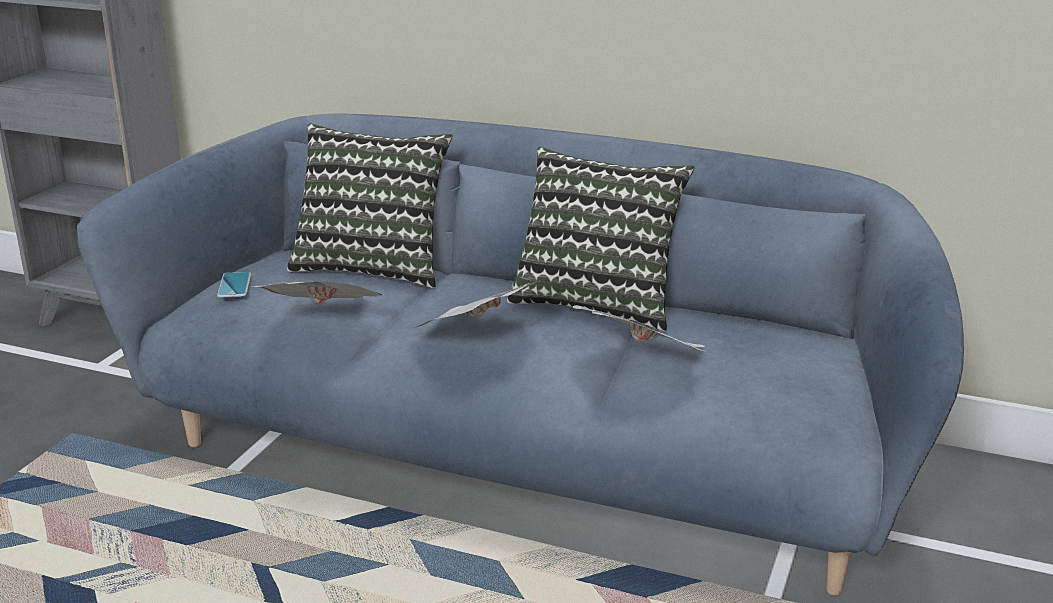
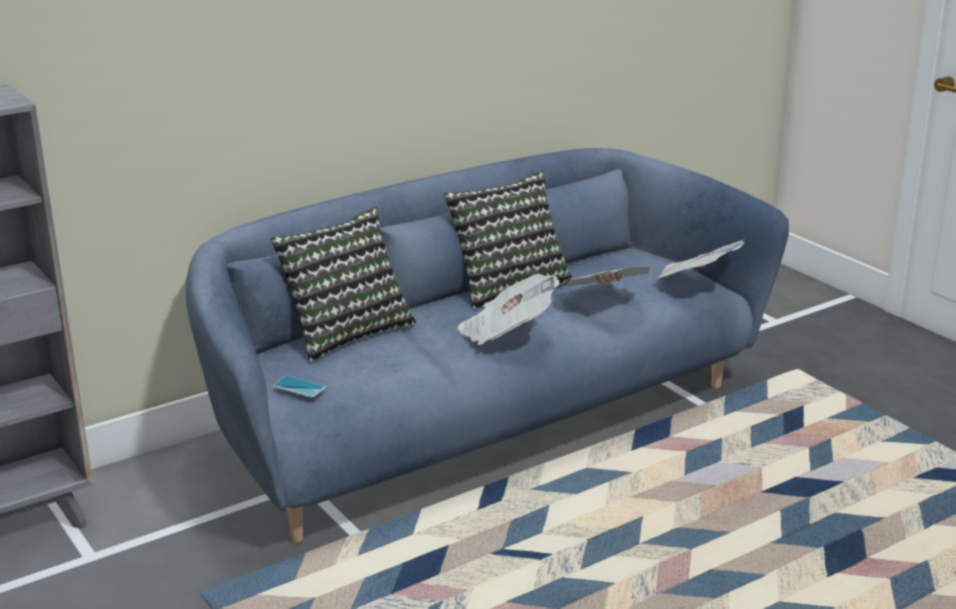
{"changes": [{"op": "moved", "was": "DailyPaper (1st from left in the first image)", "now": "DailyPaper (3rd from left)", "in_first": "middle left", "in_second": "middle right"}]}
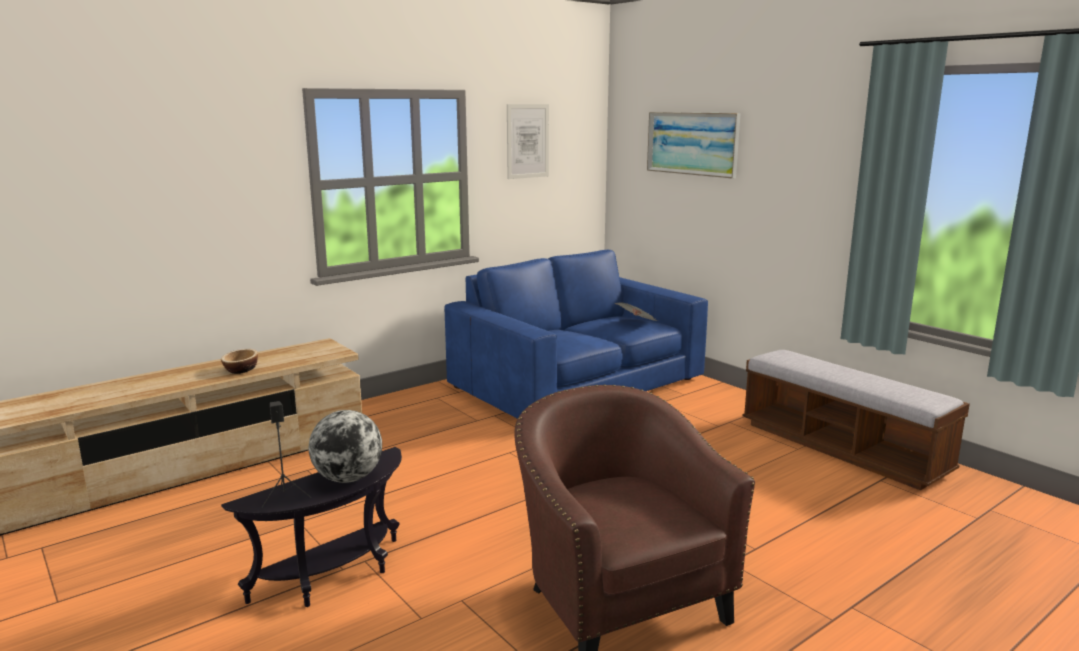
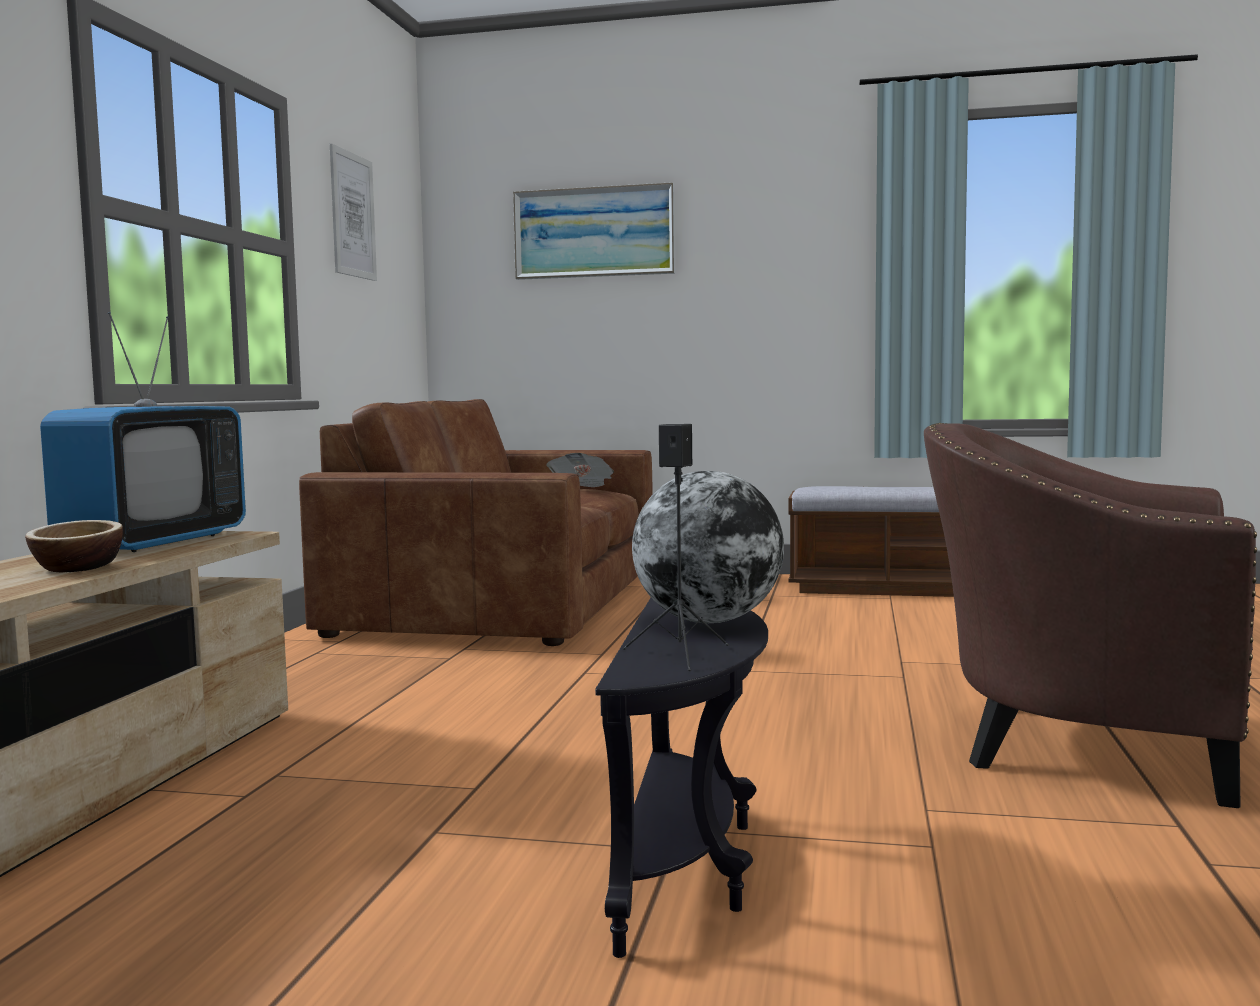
{"changes": [{"op": "recoloured", "was": "BlueCouch", "now": "BrownColouredCouch", "in_first": "centre", "in_second": "centre"}, {"op": "added", "now": "Television", "in_second": "middle left"}]}
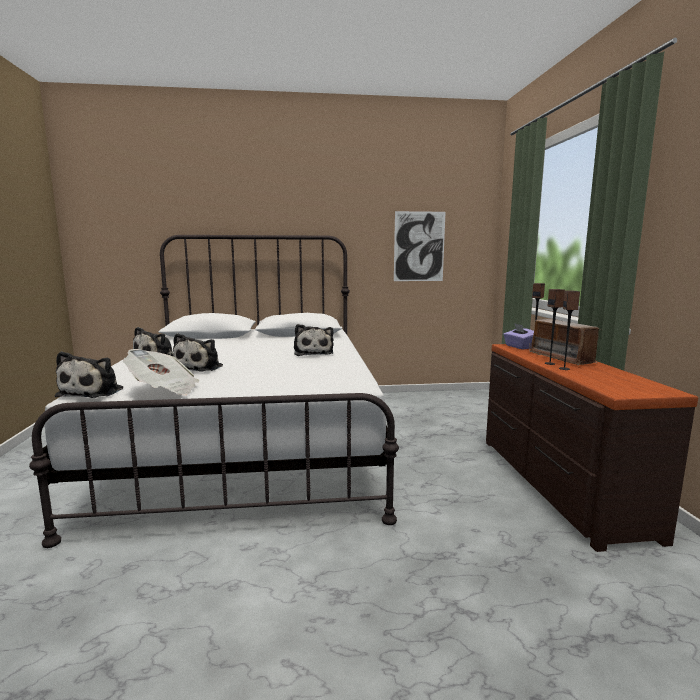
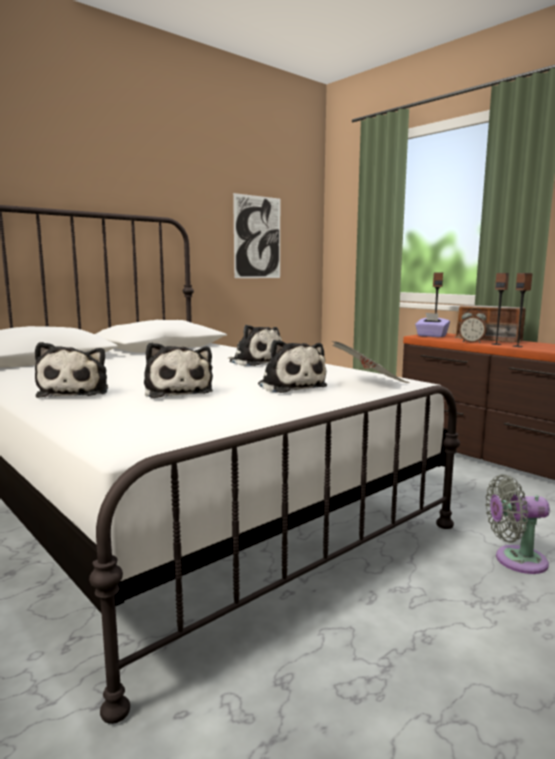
{"changes": [{"op": "moved", "was": "CuddlyToy (1st from left in the first image)", "now": "CuddlyToy (4th from left)", "in_first": "middle left", "in_second": "centre"}, {"op": "moved", "was": "DailyPaper", "in_first": "middle left", "in_second": "middle right"}, {"op": "added", "now": "BedsideClock", "in_second": "middle right"}, {"op": "added", "now": "GreyishCoolingFan", "in_second": "bottom right"}]}
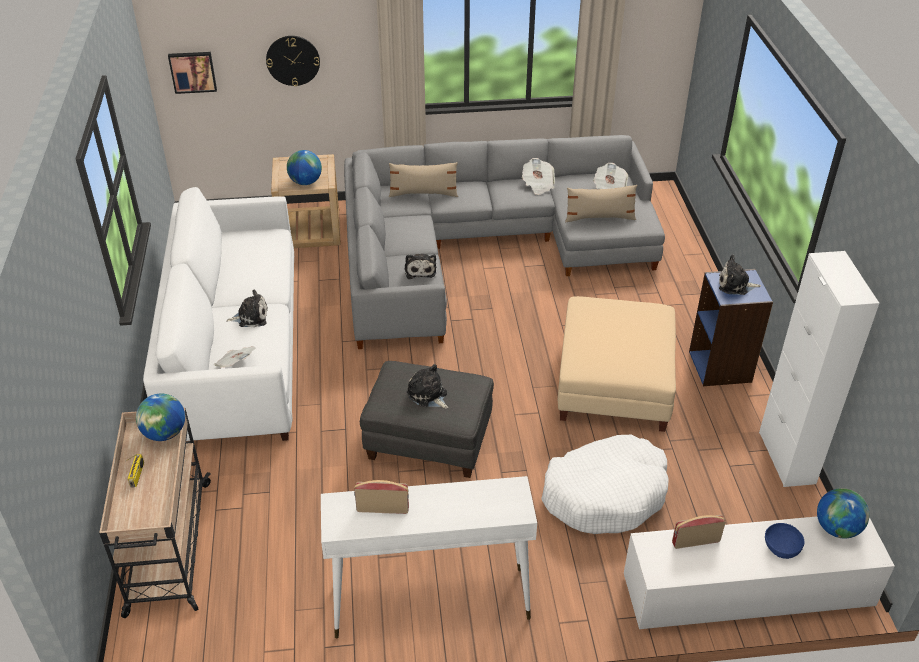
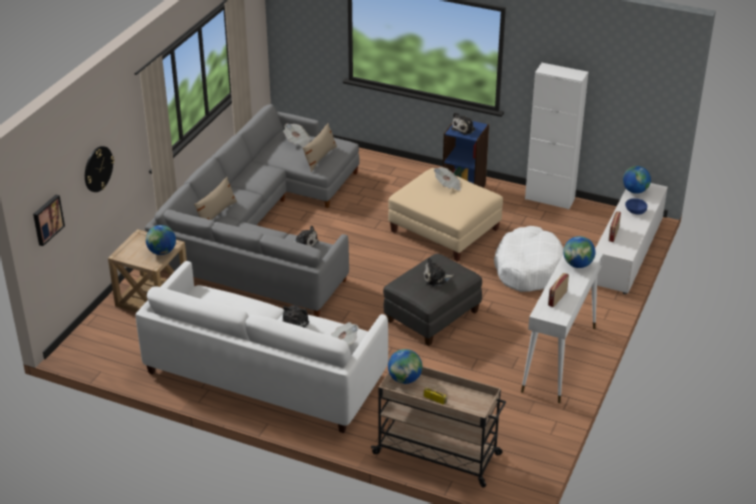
{"changes": [{"op": "moved", "was": "DailyPaper (2nd from left in the first image)", "now": "DailyPaper (3rd from left)", "in_first": "top centre", "in_second": "centre"}, {"op": "added", "now": "DeskGlobe (3rd from left)", "in_second": "middle right"}]}
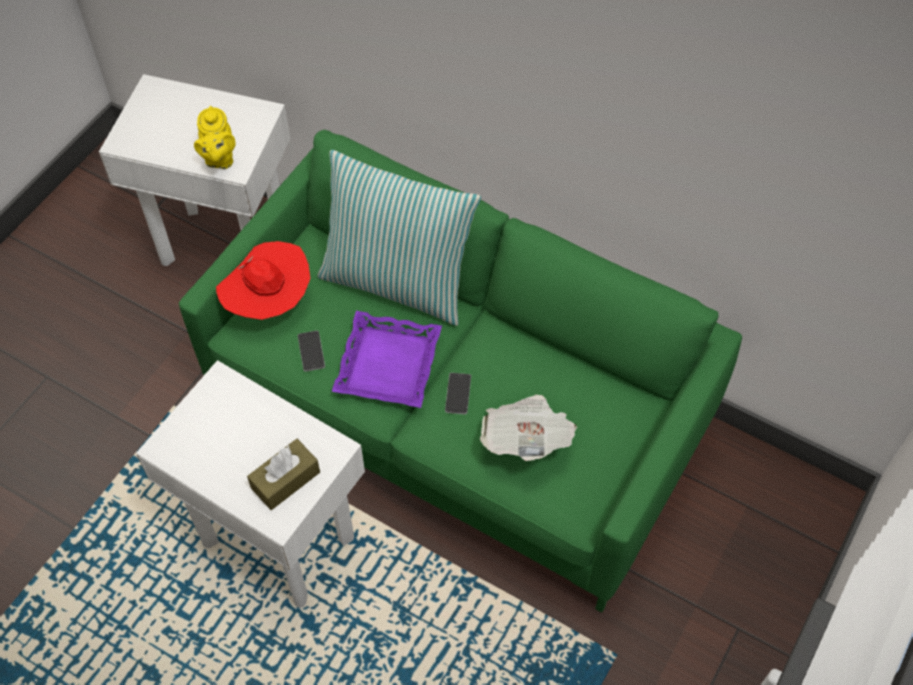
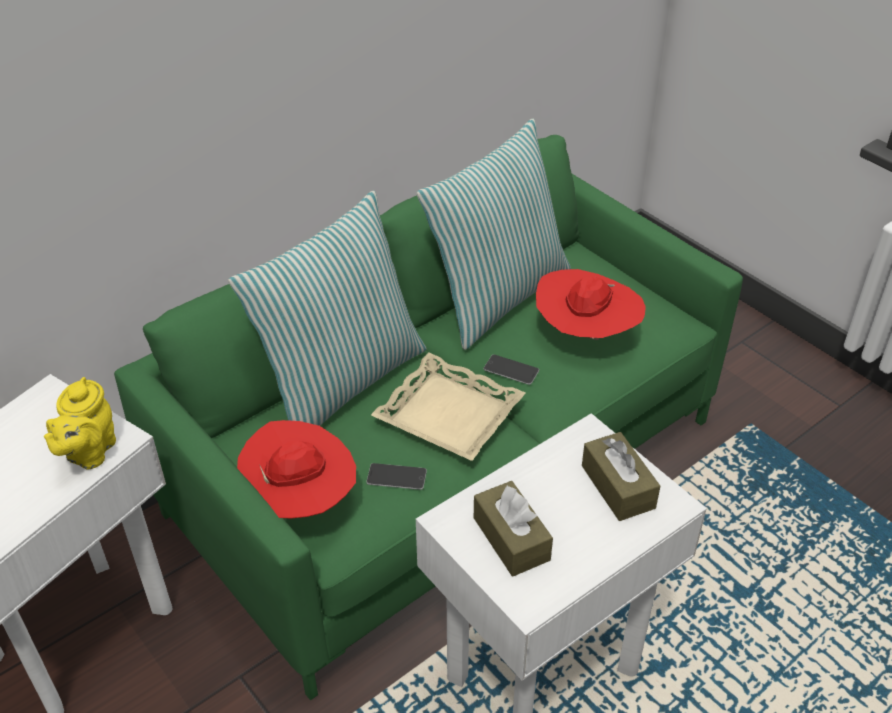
{"changes": [{"op": "turned", "was": "YellowTeaPot", "in_first": "top left", "in_second": "middle left", "clockwise": 90}, {"op": "recoloured", "was": "PurplishServingTray", "now": "SandColouredServingTray", "in_first": "centre", "in_second": "centre"}, {"op": "replaced", "was": "DailyPaper", "now": "RedWearableHat (2nd from left)", "in_first": "centre", "in_second": "centre"}, {"op": "added", "now": "ThrowPillow (2nd from left)", "in_second": "top centre"}, {"op": "added", "now": "BrownColouredBoxOfTissues (1st from left)", "in_second": "bottom centre"}]}
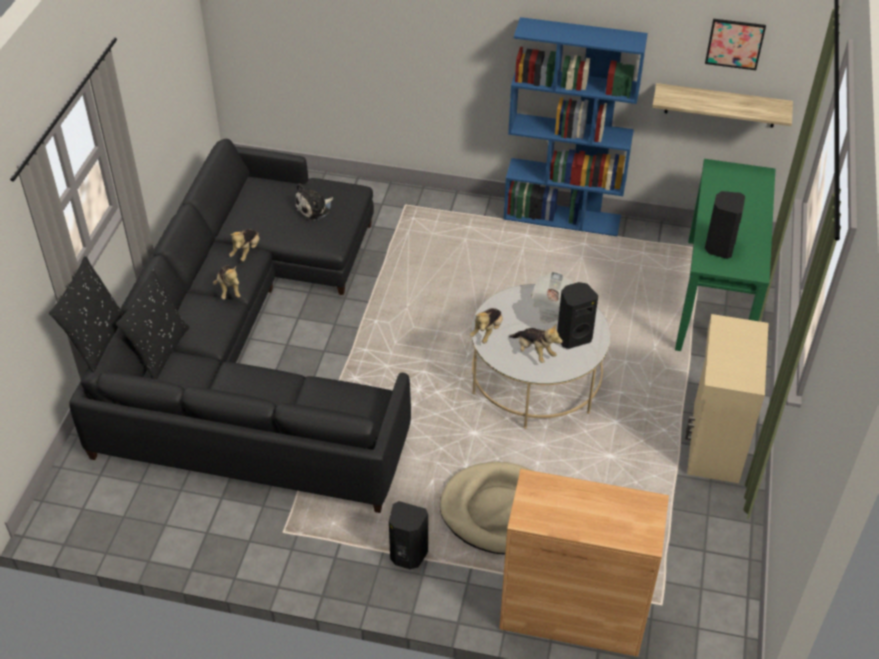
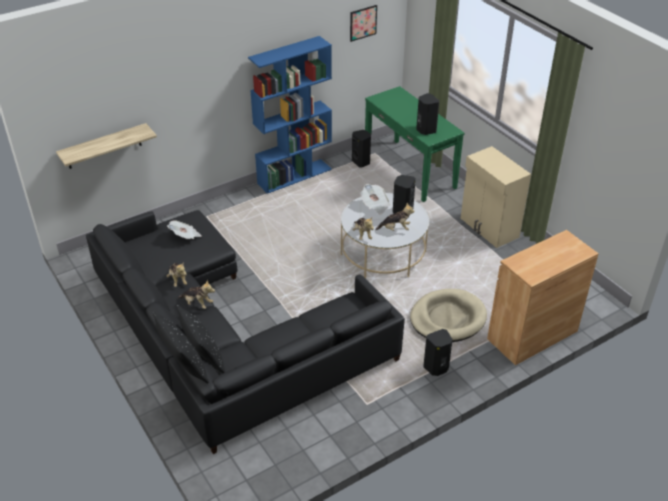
{"changes": [{"op": "replaced", "was": "CuddlyToy (3rd from left)", "now": "DailyPaper (1st from left)", "in_first": "top centre", "in_second": "middle left"}, {"op": "moved", "was": "Shelf", "in_first": "top right", "in_second": "top left"}, {"op": "added", "now": "BlackColouredSpeaker (1st from left)", "in_second": "top centre"}]}
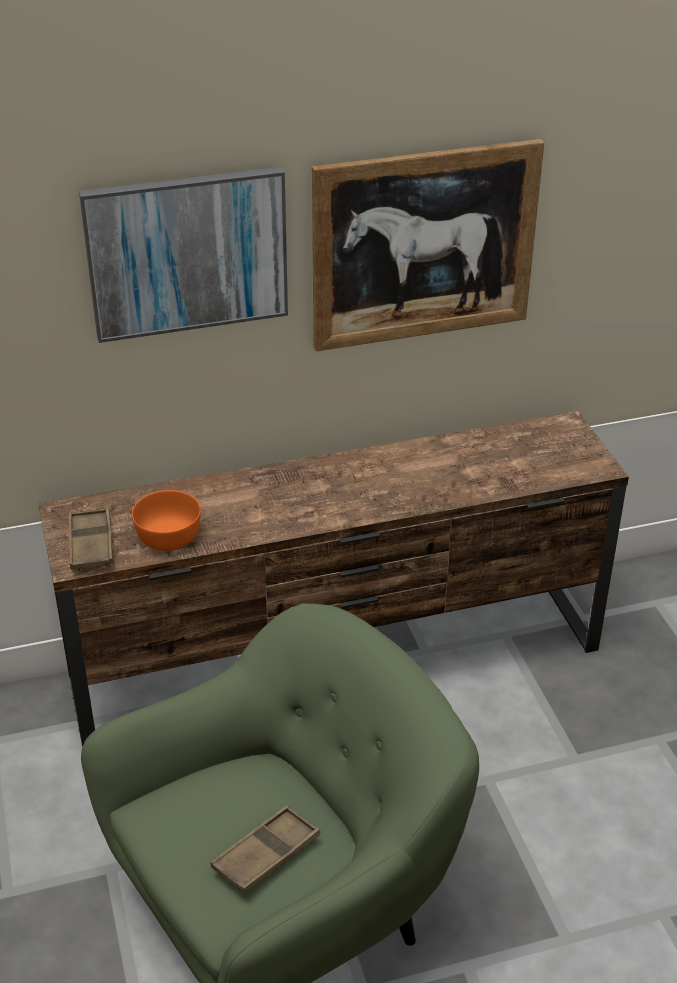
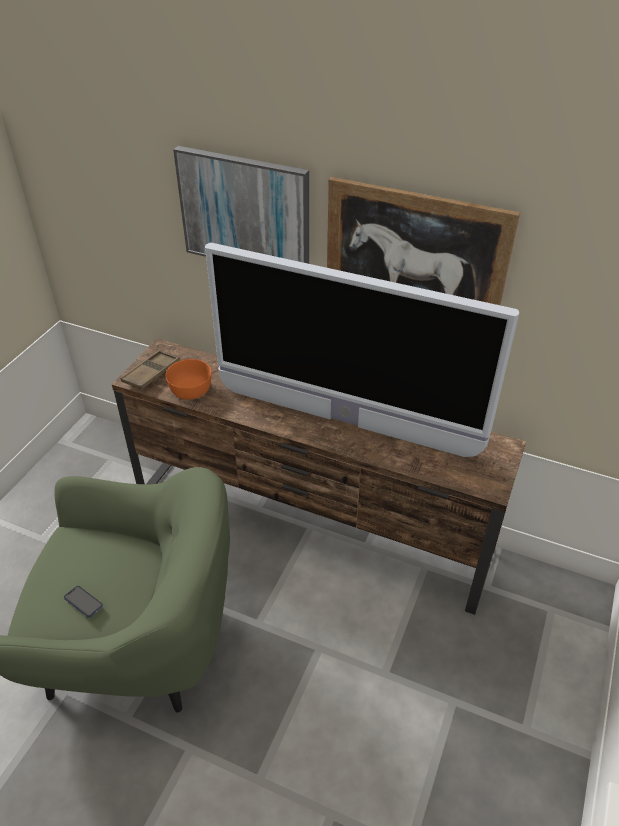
{"changes": [{"op": "replaced", "was": "BrownColouredServingTray (2nd from left)", "now": "Phone", "in_first": "bottom centre", "in_second": "bottom left"}, {"op": "added", "now": "Television", "in_second": "centre"}]}
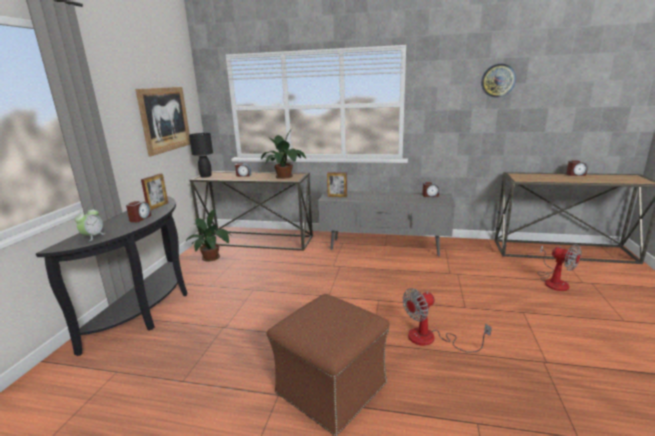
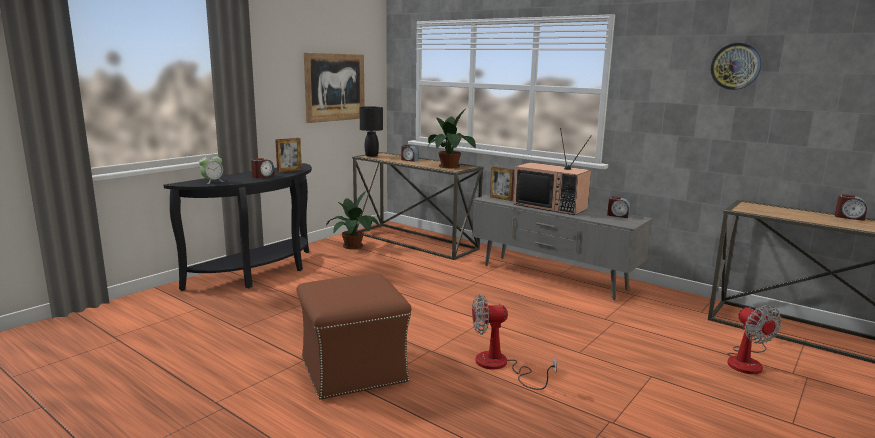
{"changes": [{"op": "added", "now": "Television", "in_second": "centre"}]}
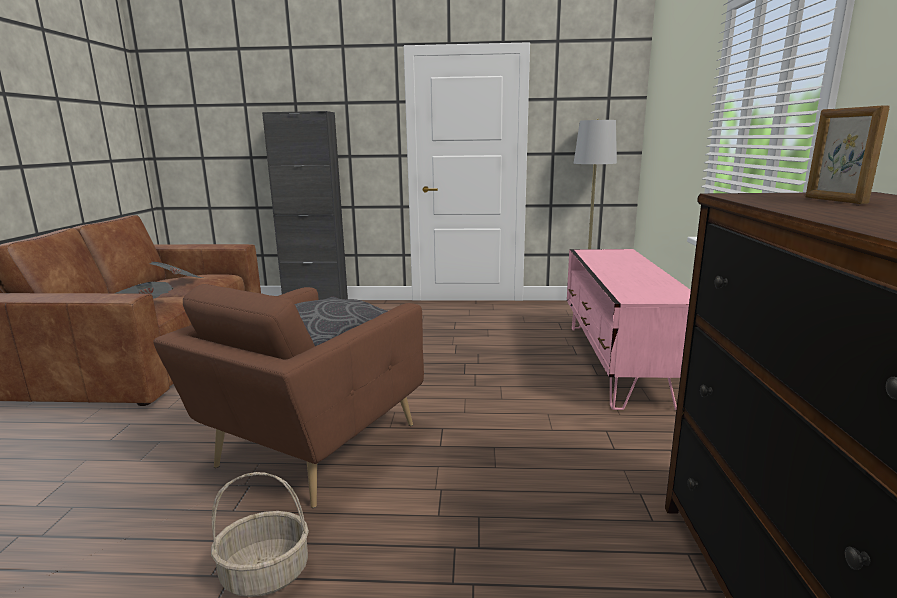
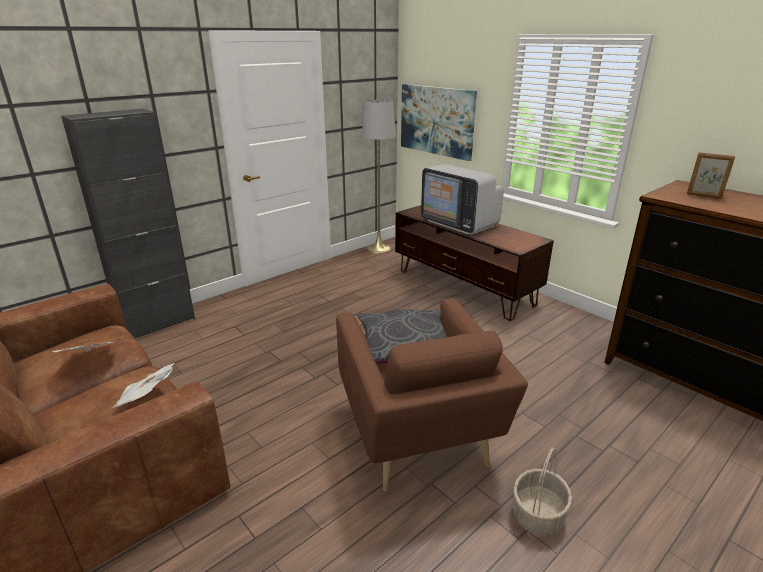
{"changes": [{"op": "recoloured", "was": "PinkMediaConsole", "now": "BrownColouredMediaConsole", "in_first": "middle right", "in_second": "centre"}, {"op": "added", "now": "WallArt", "in_second": "top centre"}, {"op": "added", "now": "Television", "in_second": "centre"}]}
